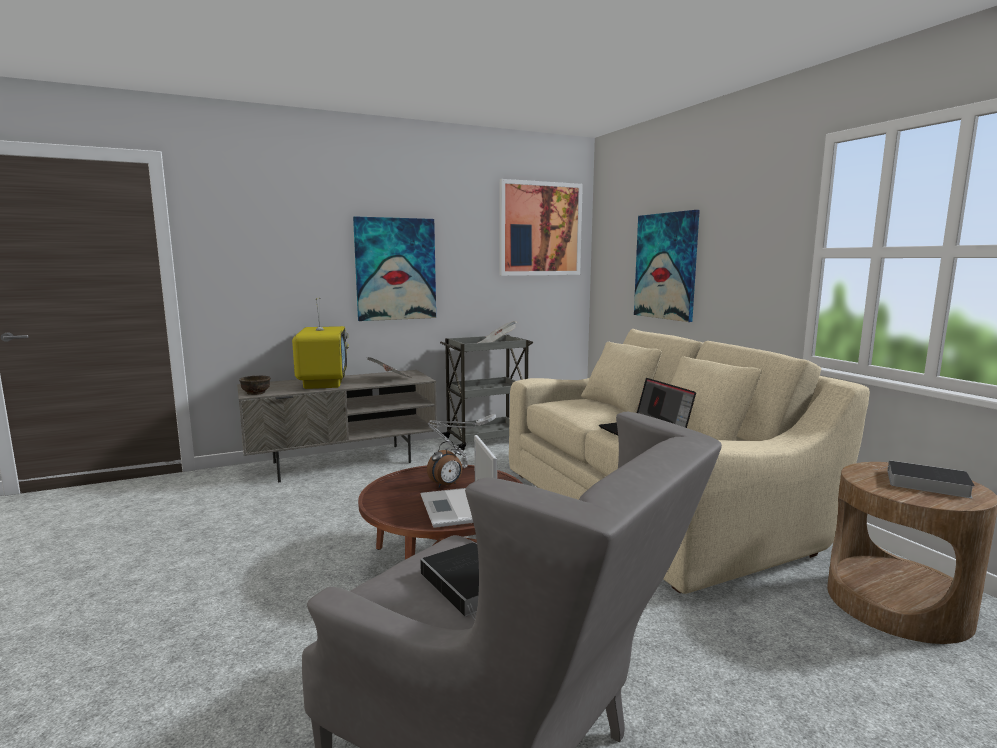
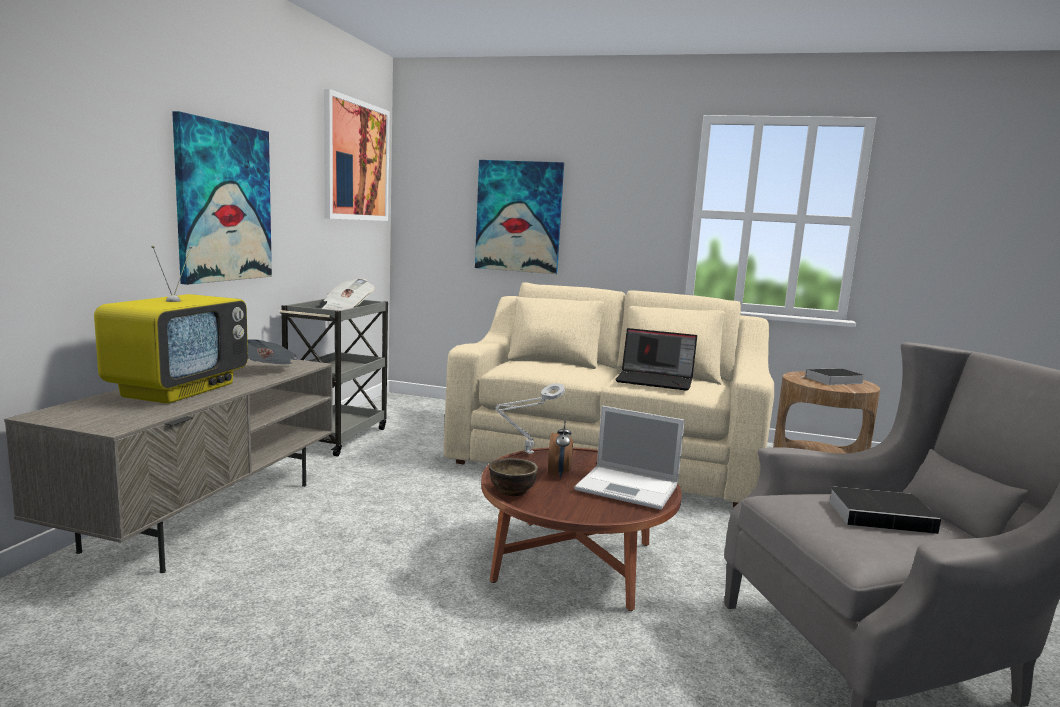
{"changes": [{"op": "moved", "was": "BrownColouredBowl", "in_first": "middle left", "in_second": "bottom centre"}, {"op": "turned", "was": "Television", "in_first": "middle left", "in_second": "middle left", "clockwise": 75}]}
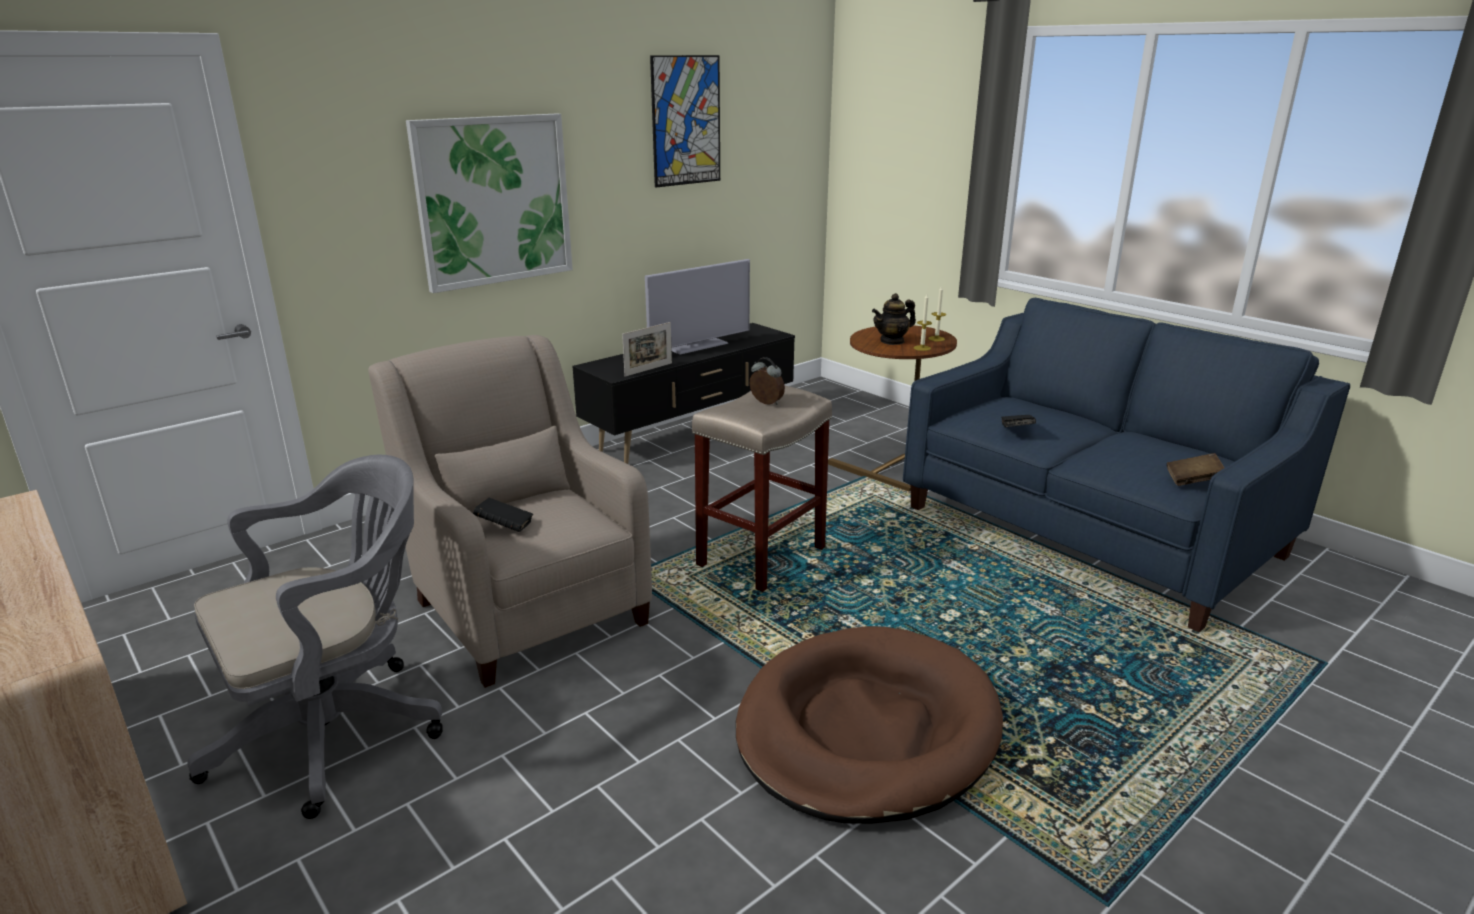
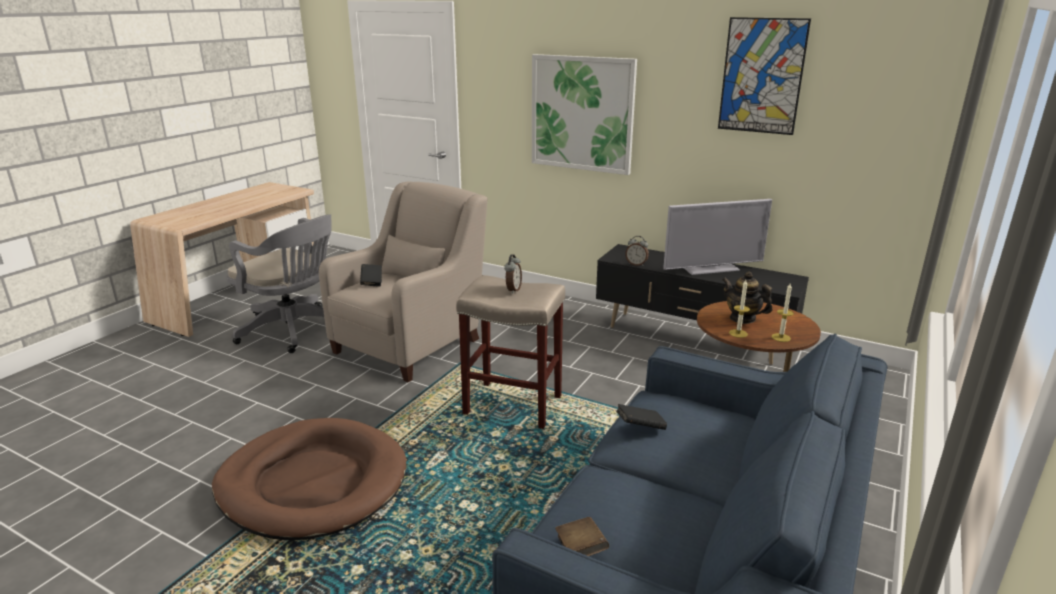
{"changes": [{"op": "replaced", "was": "PictureFrame", "now": "BedsideClock (2nd from left)", "in_first": "centre", "in_second": "centre"}, {"op": "turned", "was": "Television", "in_first": "centre", "in_second": "middle right", "clockwise": -45}]}
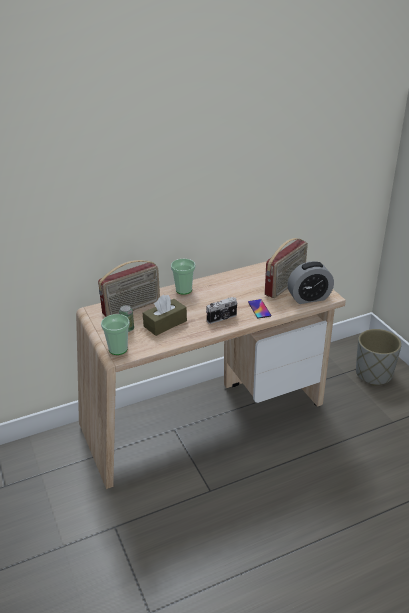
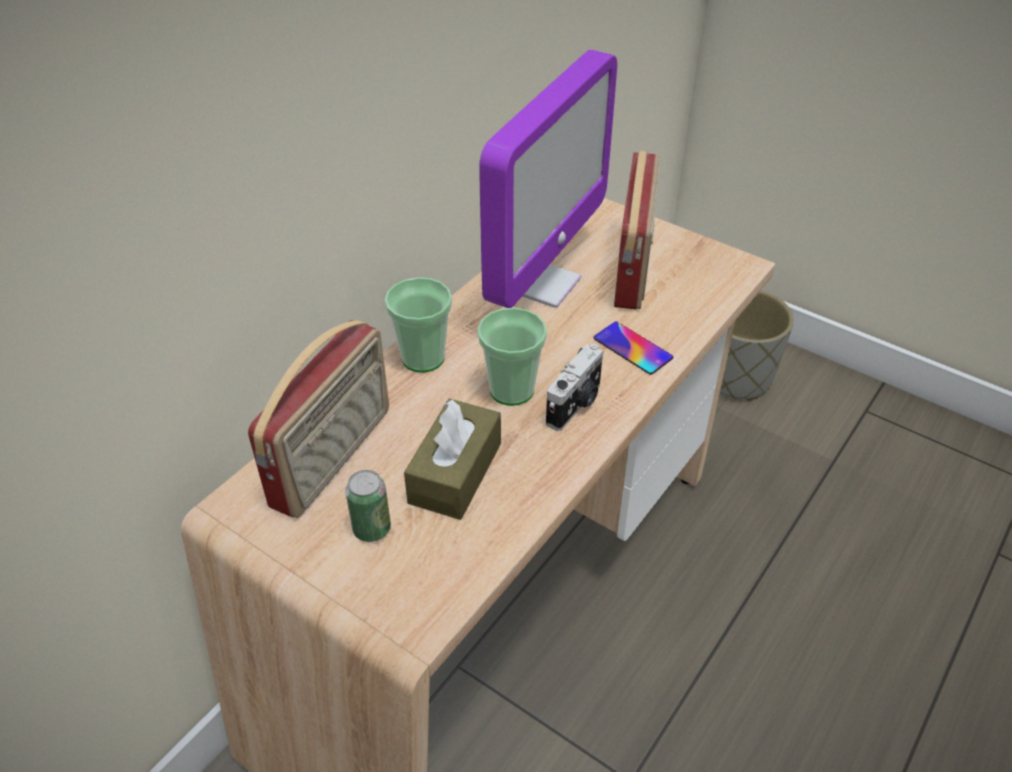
{"changes": [{"op": "moved", "was": "SmallCup (1st from left in the first image)", "now": "SmallCup (2nd from left)", "in_first": "middle left", "in_second": "centre"}, {"op": "removed", "was": "BedsideClock", "in_first": "middle right"}, {"op": "added", "now": "Monitor", "in_second": "top centre"}]}
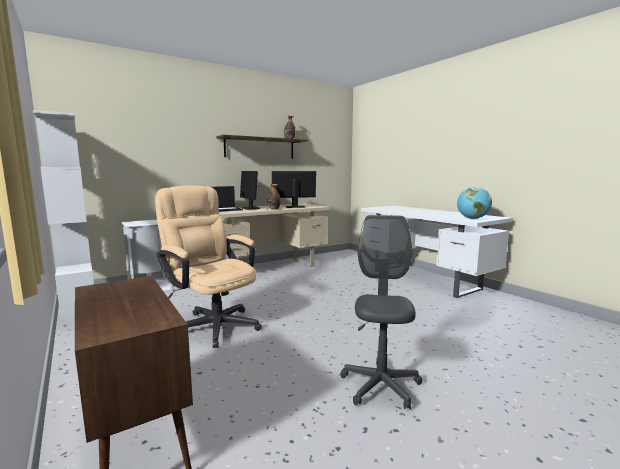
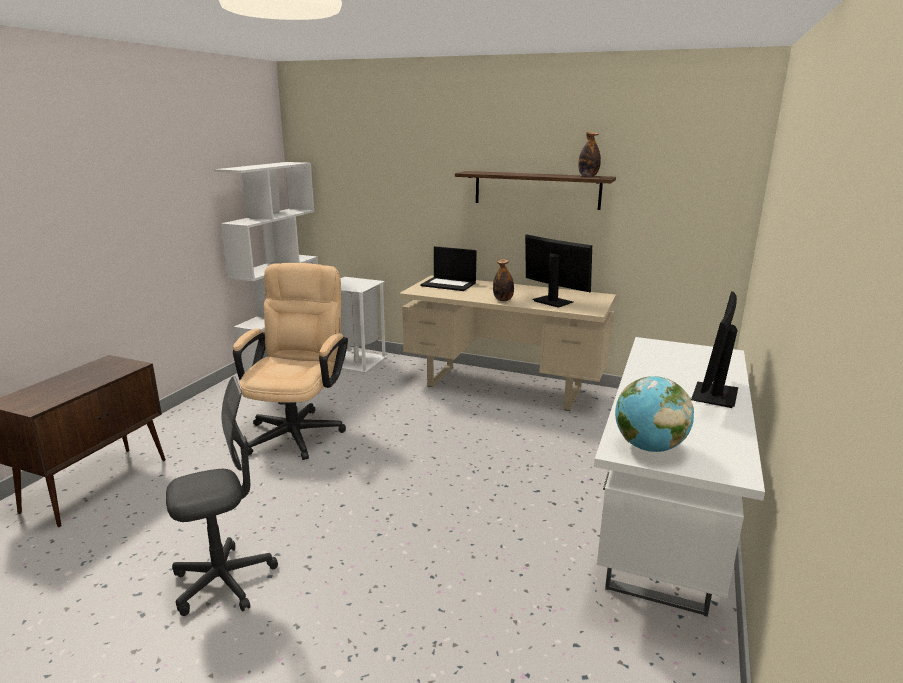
{"changes": [{"op": "moved", "was": "Monitor (1st from left in the first image)", "now": "Monitor (2nd from left)", "in_first": "centre", "in_second": "middle right"}]}
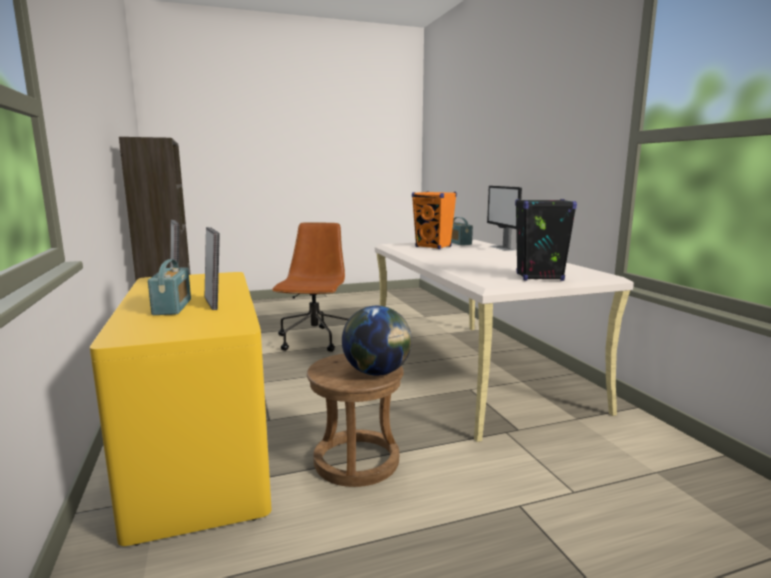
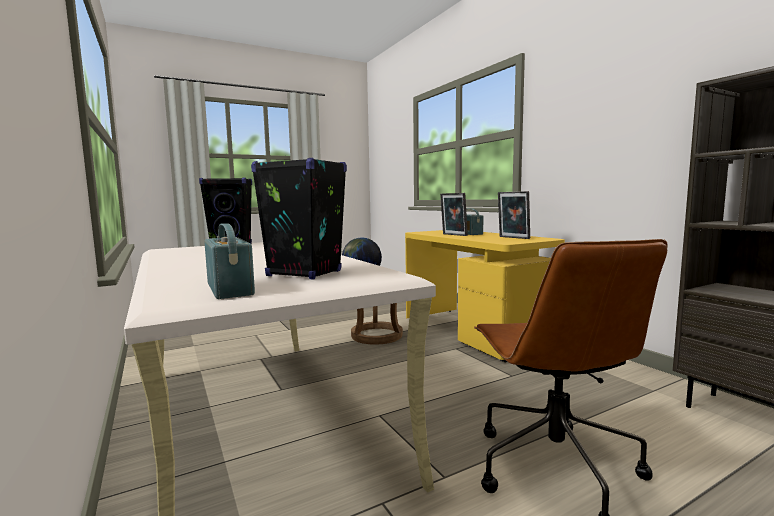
{"changes": [{"op": "recoloured", "was": "OrangeColouredSpeaker", "now": "BlackColouredSpeaker (2nd from left)", "in_first": "centre", "in_second": "centre"}, {"op": "removed", "was": "Monitor", "in_first": "centre"}]}
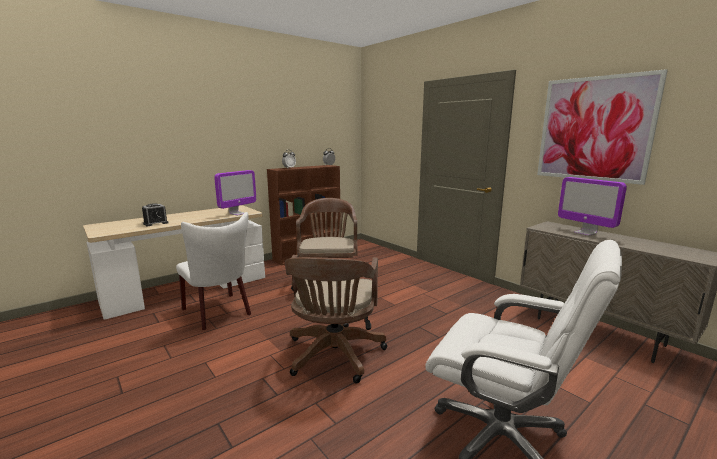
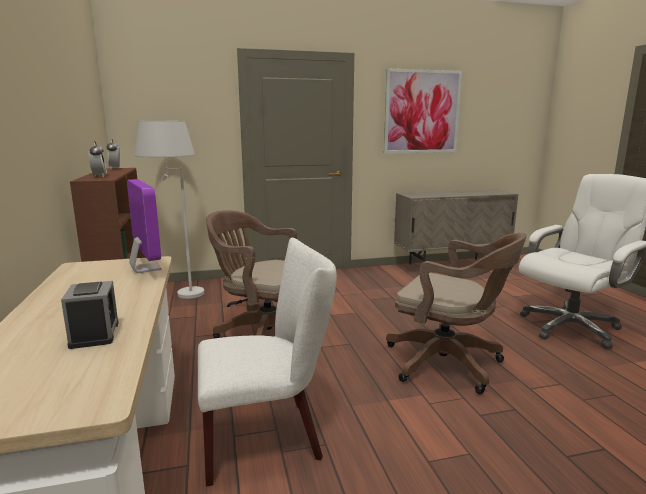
{"changes": [{"op": "removed", "was": "Monitor (2nd from left)", "in_first": "middle right"}, {"op": "added", "now": "WhiteColouredStandingLamp", "in_second": "middle left"}]}
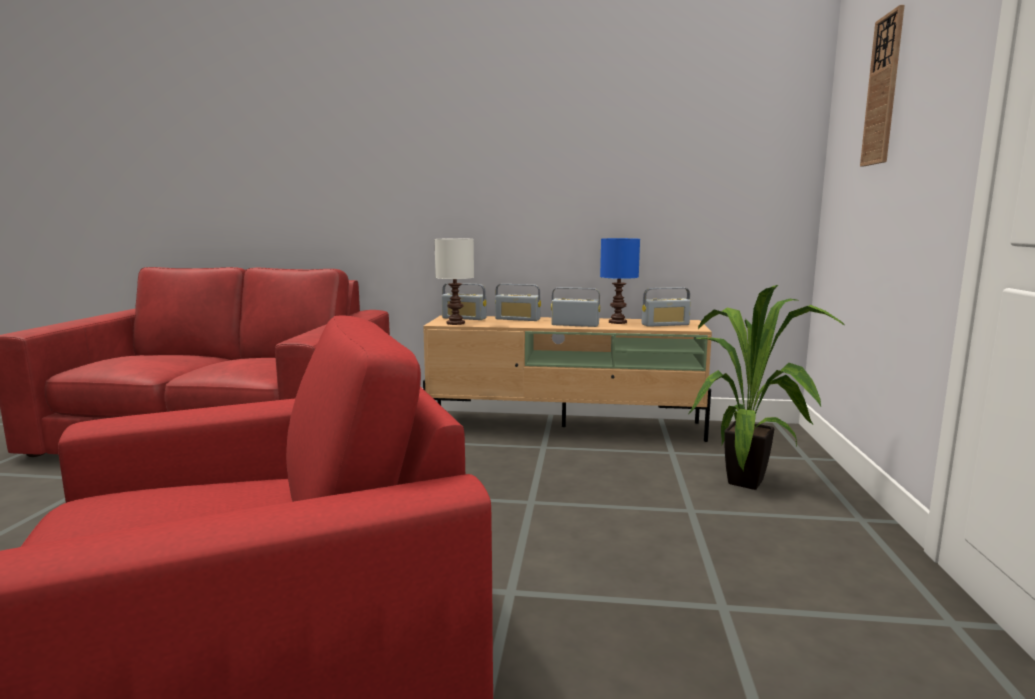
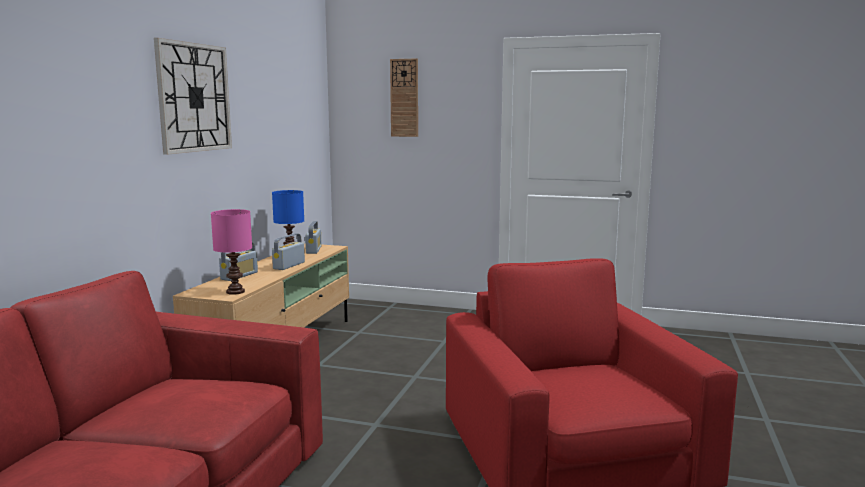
{"changes": [{"op": "recoloured", "was": "WhiteColouredTableLamp", "now": "PinkTableLamp", "in_first": "centre", "in_second": "middle left"}, {"op": "removed", "was": "RadioReceiver (1st from left)", "in_first": "centre"}, {"op": "removed", "was": "PlantInAPot", "in_first": "middle right"}, {"op": "added", "now": "ClockOnTheWall (1st from left)", "in_second": "top left"}]}
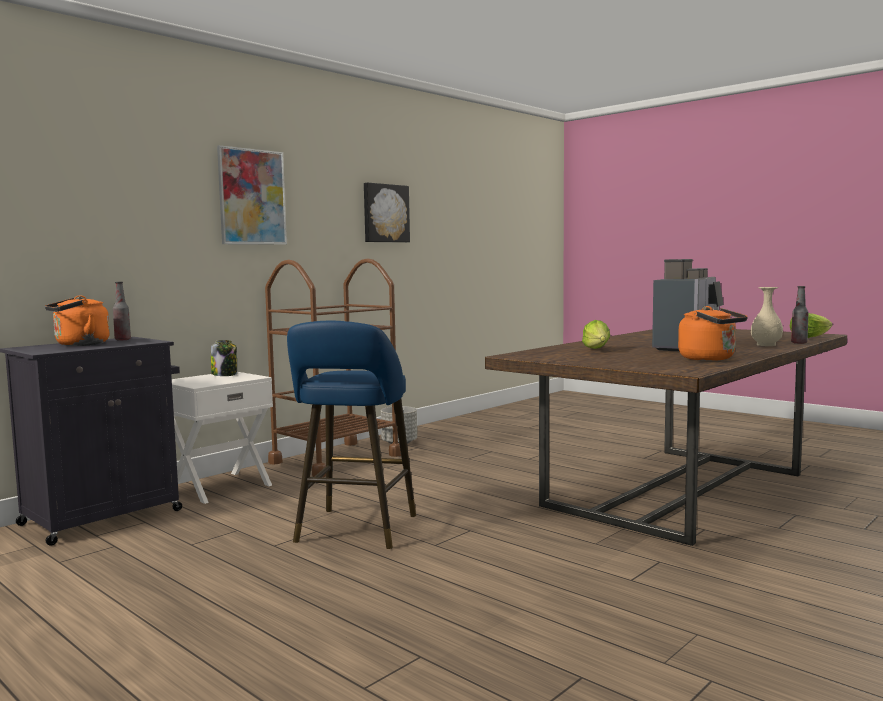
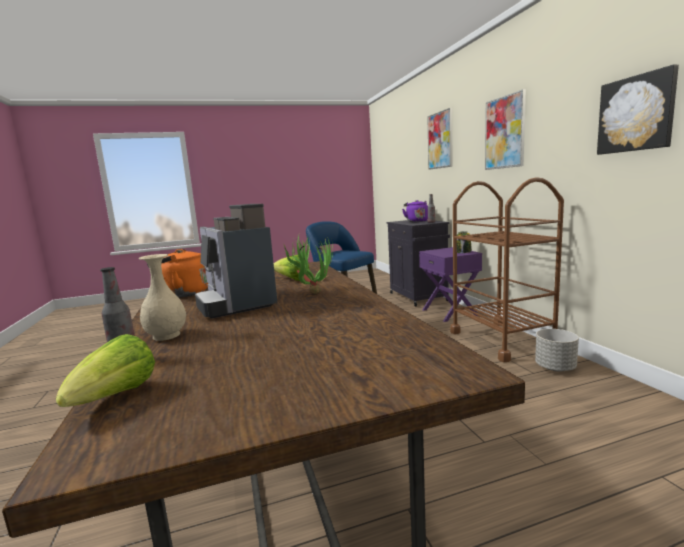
{"changes": [{"op": "recoloured", "was": "OrangeColouredTeaKettle (1st from left)", "now": "PurplishTeaKettle", "in_first": "middle left", "in_second": "centre"}, {"op": "recoloured", "was": "WhiteColouredBedsideTable", "now": "PurplishBedsideTable", "in_first": "middle left", "in_second": "centre"}, {"op": "added", "now": "PlantInAPot", "in_second": "centre"}, {"op": "added", "now": "WallArt (1st from left)", "in_second": "top centre"}]}
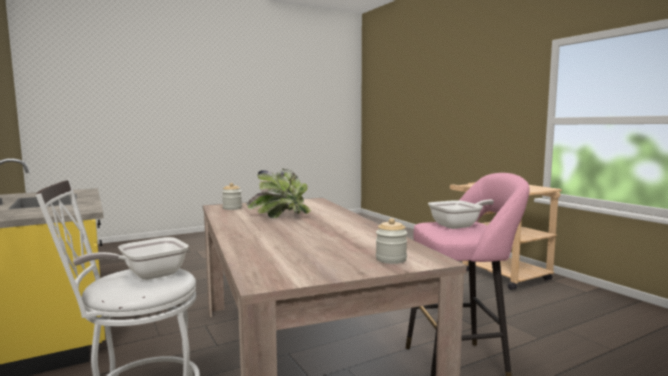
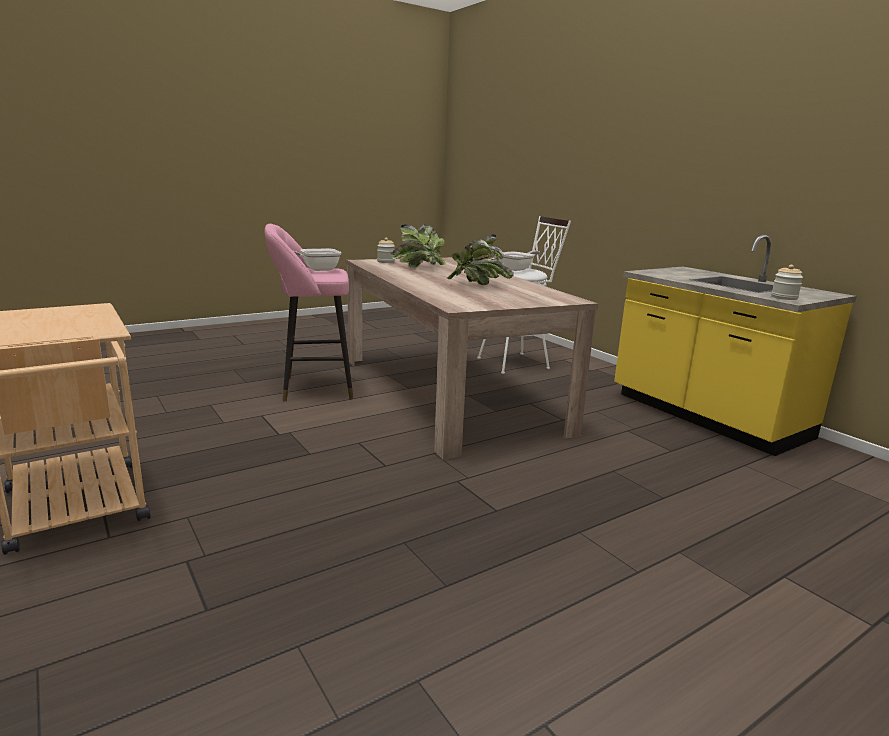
{"changes": [{"op": "moved", "was": "PreserveJar (1st from left in the first image)", "now": "PreserveJar (2nd from left)", "in_first": "centre", "in_second": "middle right"}, {"op": "added", "now": "PlantInAPot (1st from left)", "in_second": "centre"}]}
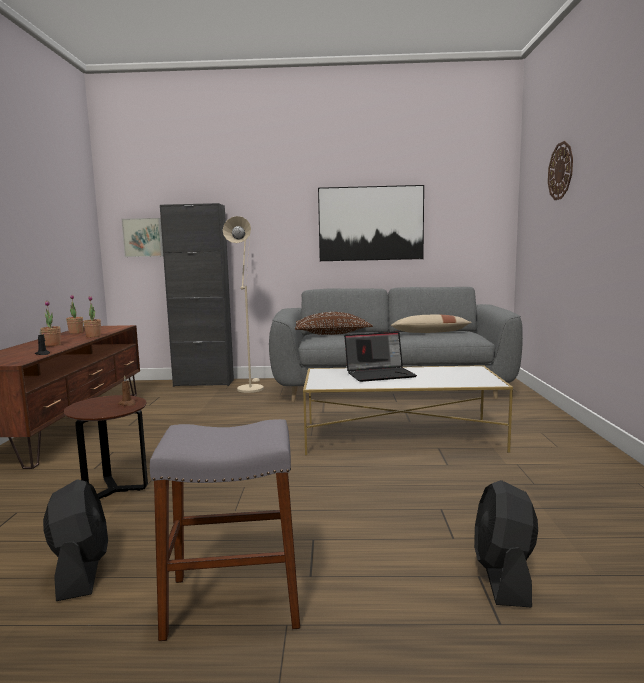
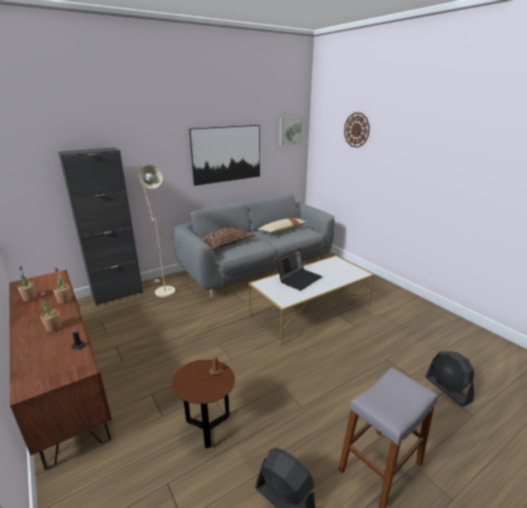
{"changes": [{"op": "moved", "was": "WallArt (1st from left in the first image)", "now": "WallArt (2nd from left)", "in_first": "middle left", "in_second": "top centre"}]}
